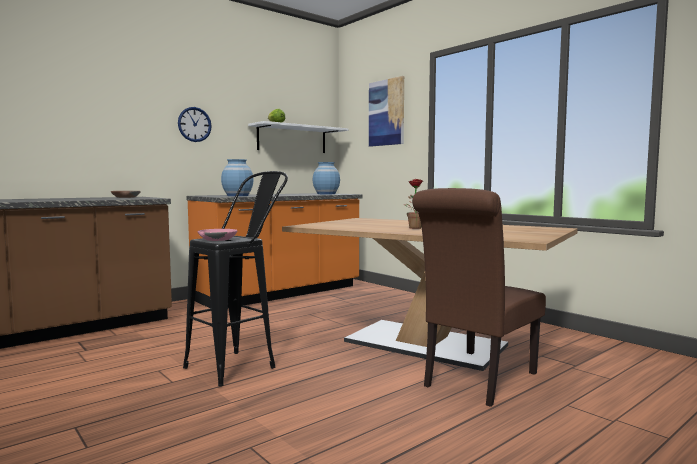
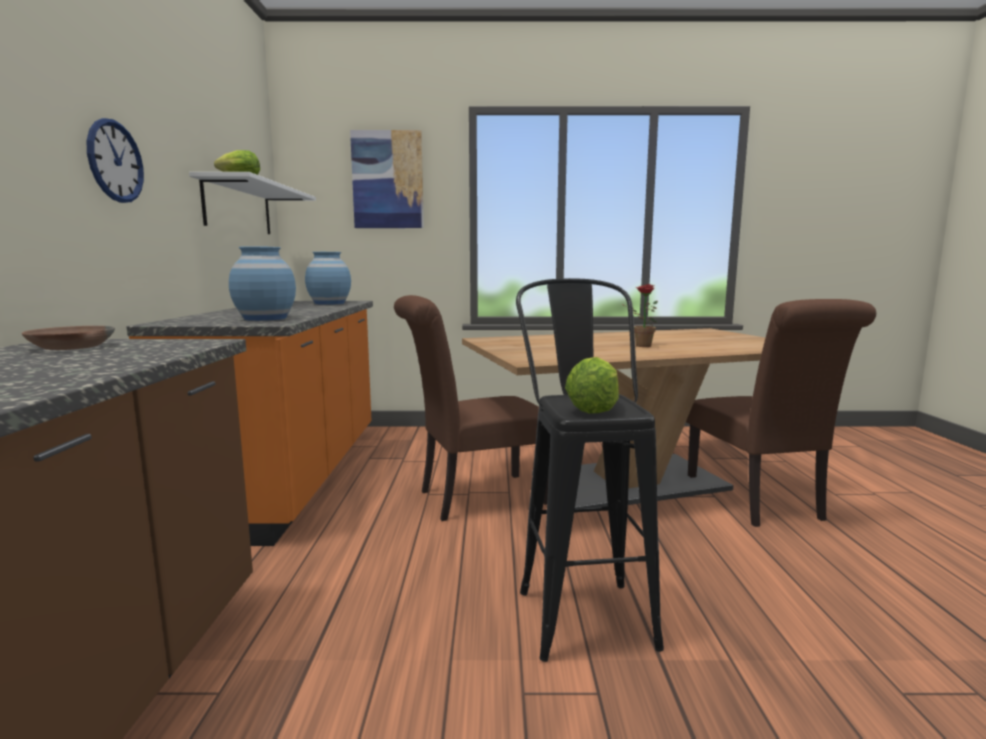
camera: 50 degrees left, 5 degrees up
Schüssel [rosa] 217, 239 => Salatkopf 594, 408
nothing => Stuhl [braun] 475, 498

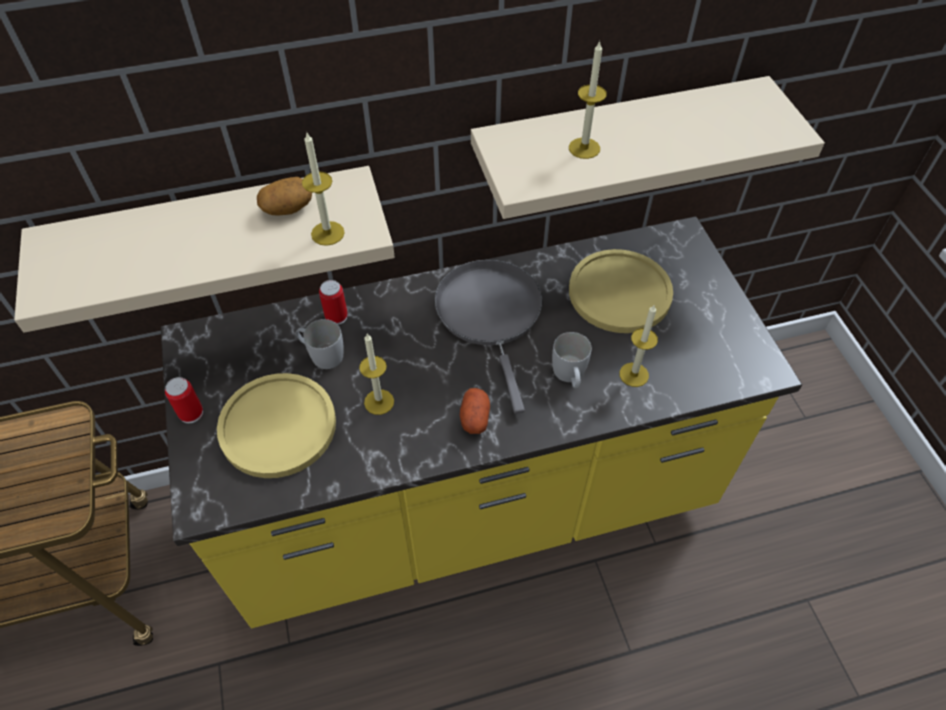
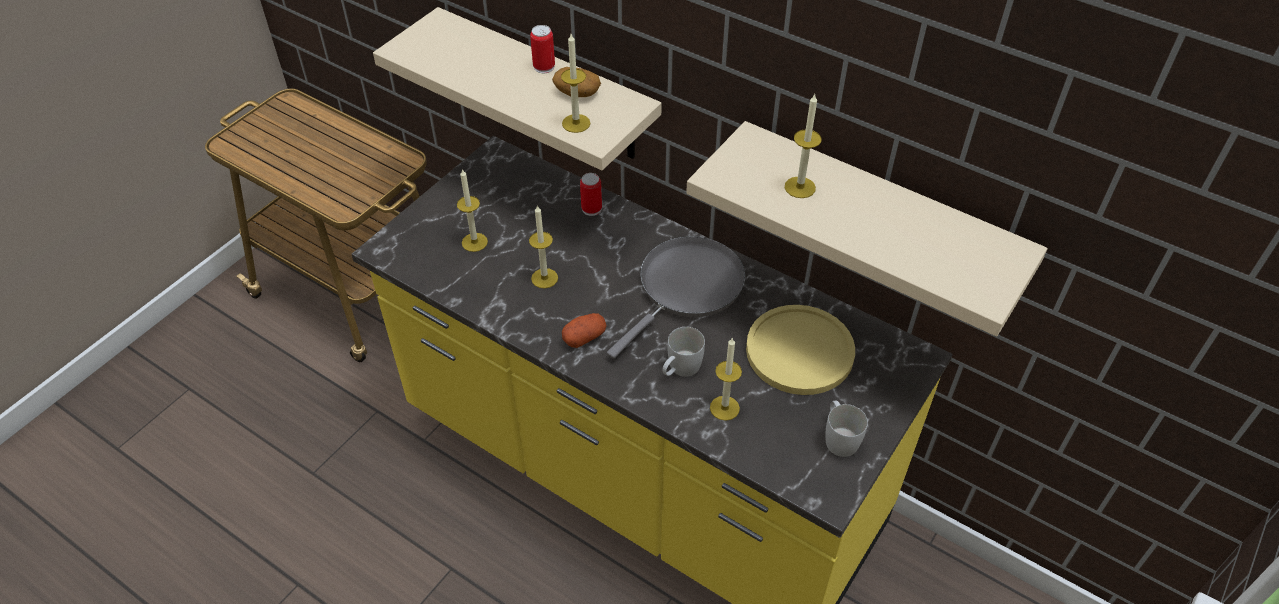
camera: 50 degrees right, 5 degrees down
Dose 191, 413 => Dose 544, 67, moved
Teller [gelb] 278, 426 => Kerze 474, 242
Henkelbecher [weiß] 321, 354 => Henkelbecher [weiß] 839, 437, moved

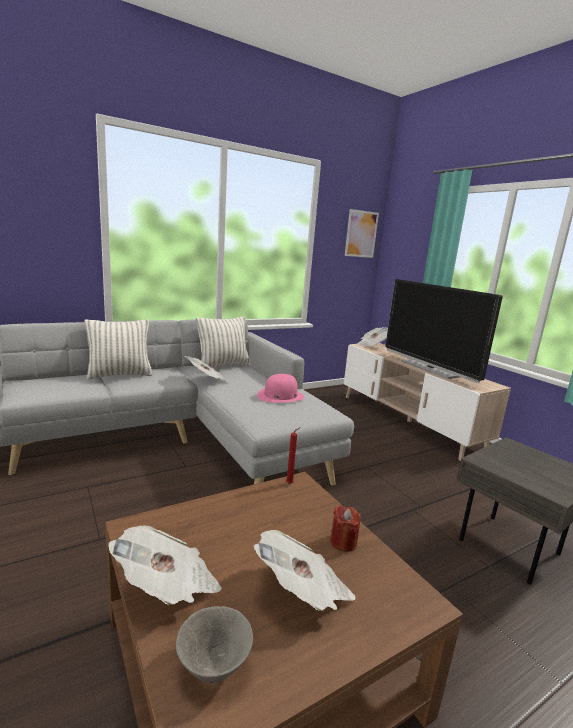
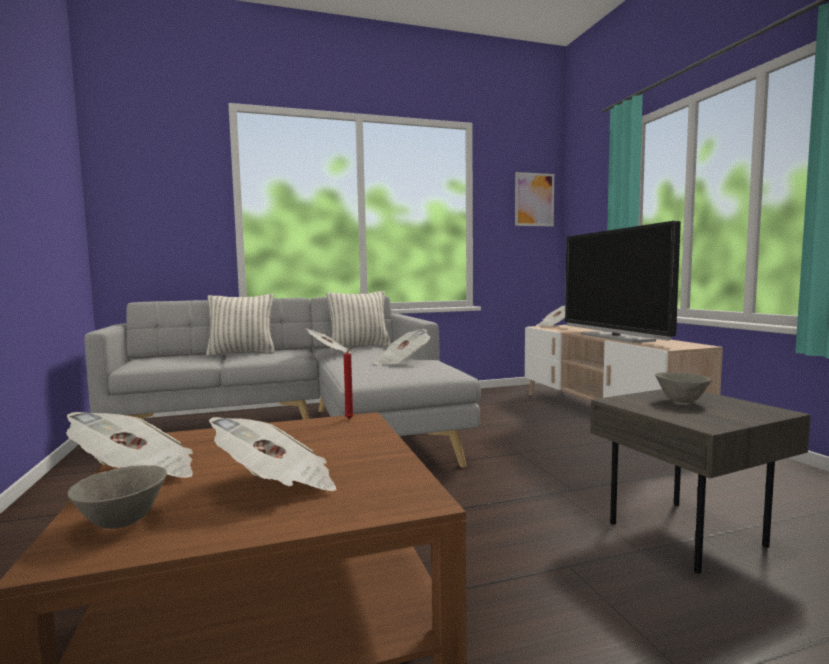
camera: 15 degrees right, 10 degrees down
Hut [rosa] 280, 396 => Zeitung 402, 362
Kerze [rot] 343, 542 => nothing
nothing => Schüssel [grau] 682, 401

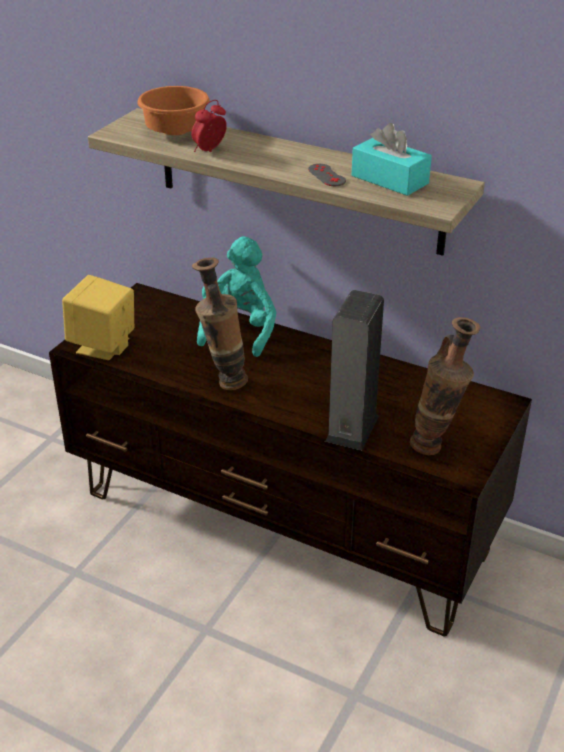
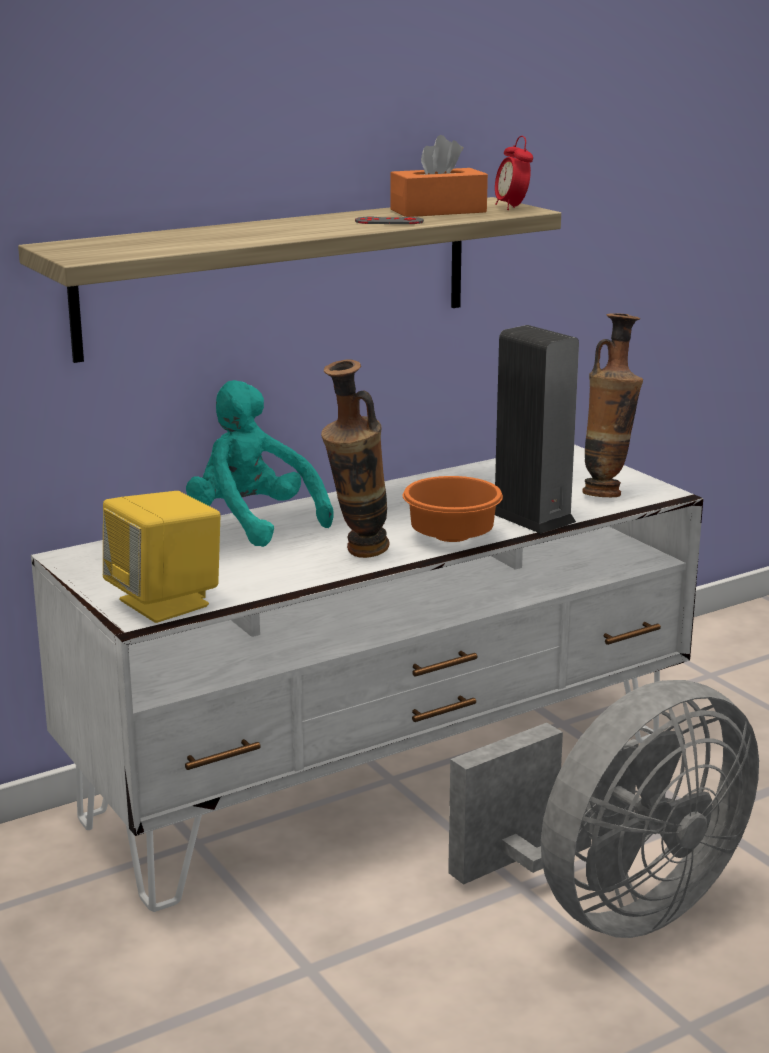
camera: 60 degrees left, 15 degrees down
Fernsehschrank [braun] 283, 523 => Fernsehschrank [weiß] 385, 777
Schüssel [orange] 174, 132 => Schüssel [orange] 454, 538, moved
Wecker 209, 151 => Wecker 512, 208, moved
Taschentuchbox [türkis] 389, 179 => Taschentuchbox [orange] 438, 211
nothing => Ventilator [grau] 613, 907

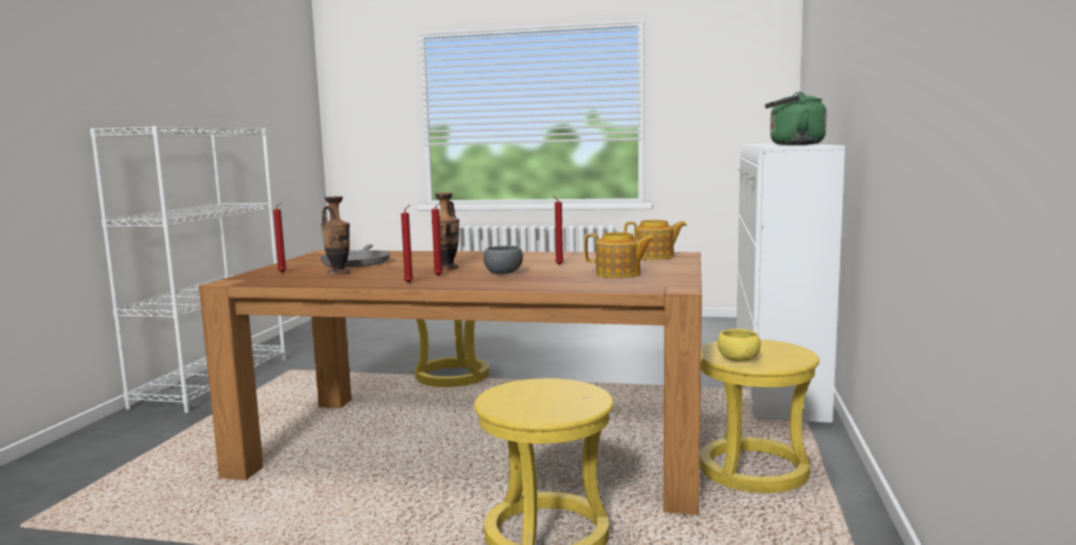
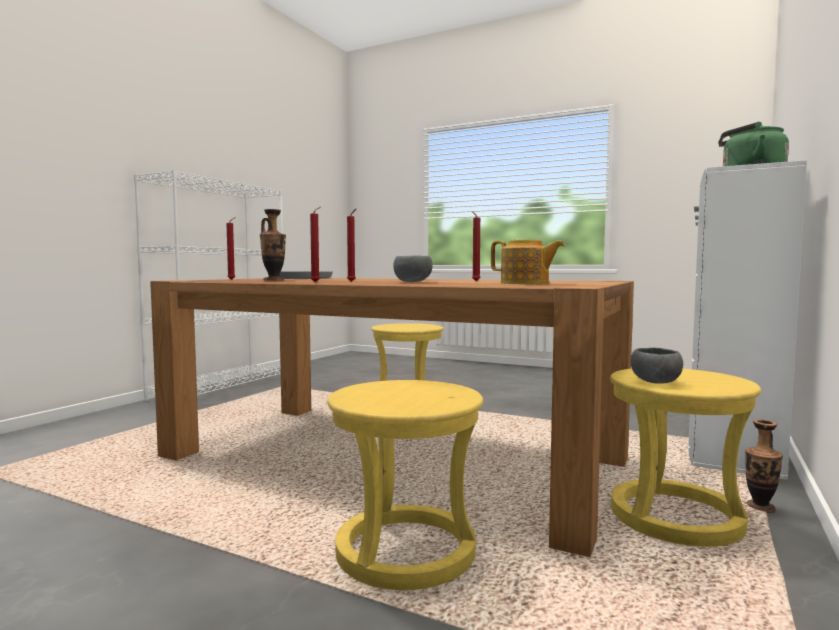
camera: 15 degrees right, 5 degrees down
Vase 447, 268 => Vase 760, 508, moved
Teekanne 655, 256 => nothing
Schüssel [gelb] 737, 360 => Schüssel [grau] 654, 382

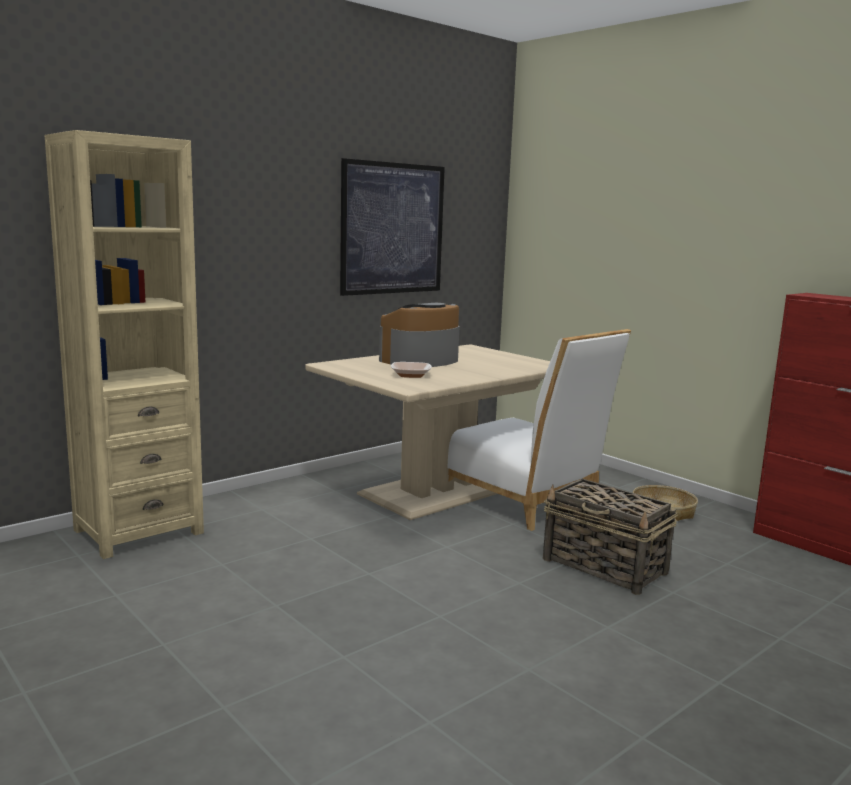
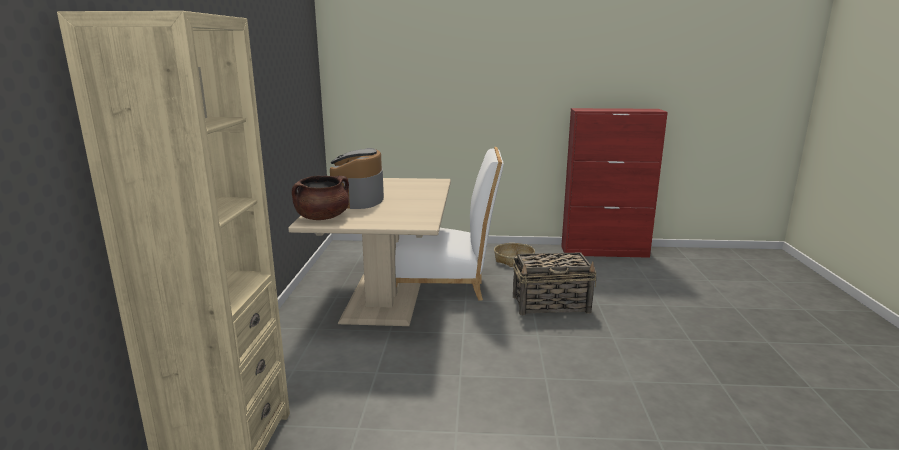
camera: 45 degrees left, 5 degrees up
Bild 392, 228 => nothing
Schüssel 410, 375 => nothing
nothing => Kochtopf [braun] 322, 218

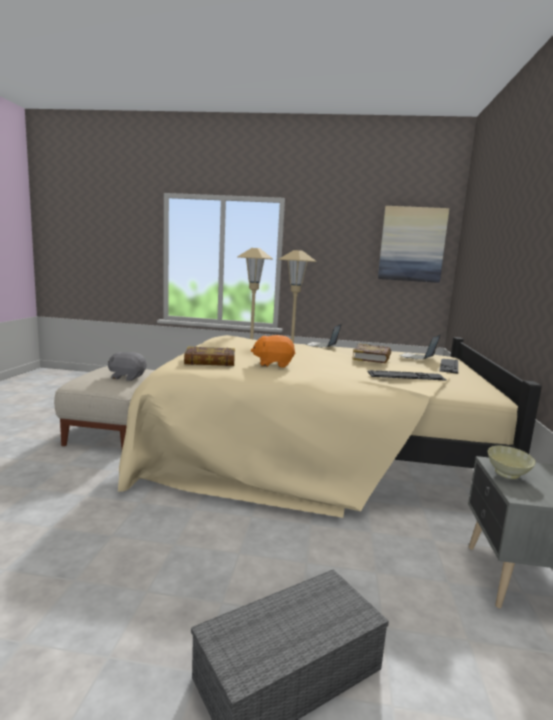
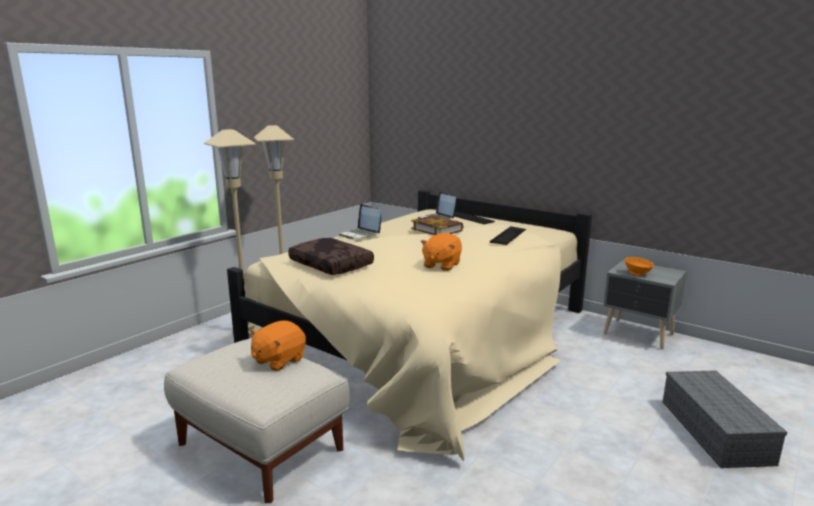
camera: 60 degrees left, 5 degrees up
Plüschtier [grau] 127, 377 => Plüschtier [orange] 278, 360
Buch 210, 361 => nothing
Bild 412, 244 => nothing
Schüssel [beige] 507, 474 => Schüssel [orange] 637, 274
nothing => Kissen [braun] 332, 265

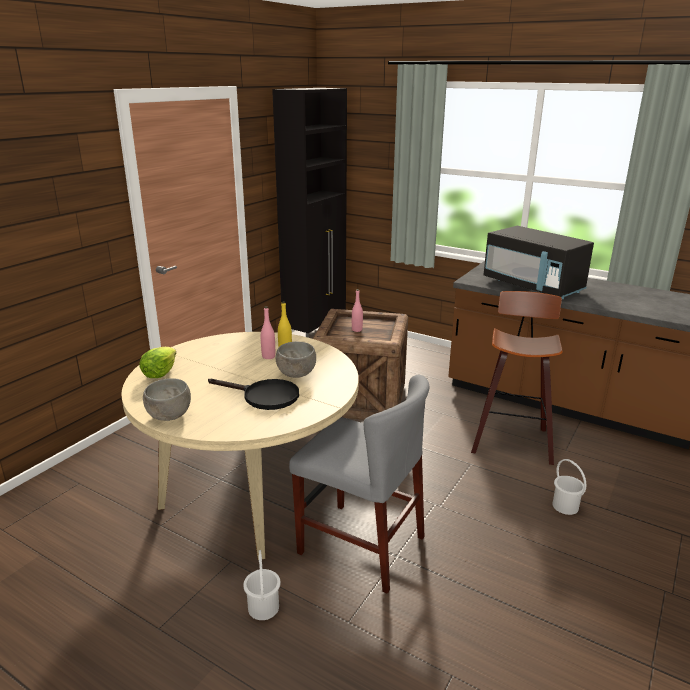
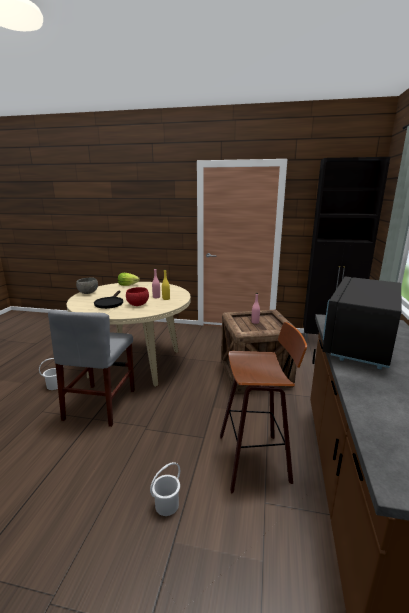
camera: 70 degrees right, 5 degrees down
Schüssel [grau] 295, 374 => Schüssel [rot] 137, 304

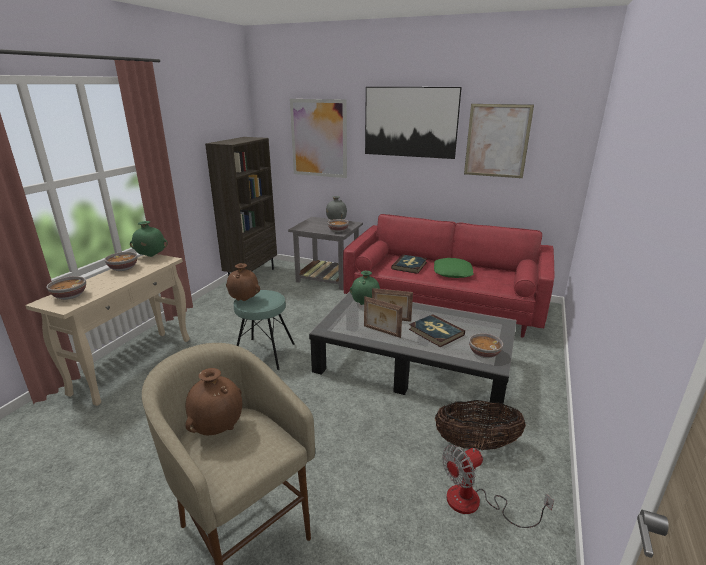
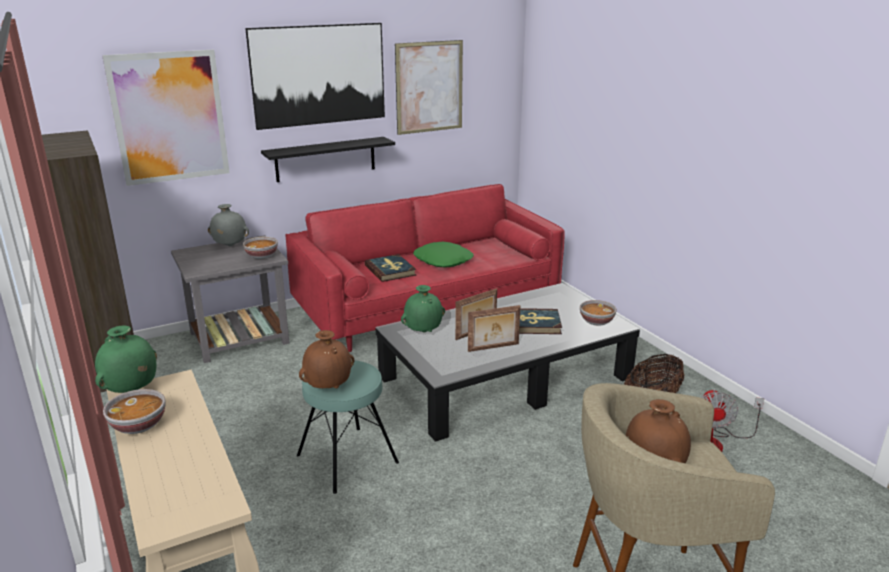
camera: 50 degrees left, 0 degrees up
Schüssel 69, 296 => nothing
nothing => Wandregal [schwarz] 325, 159

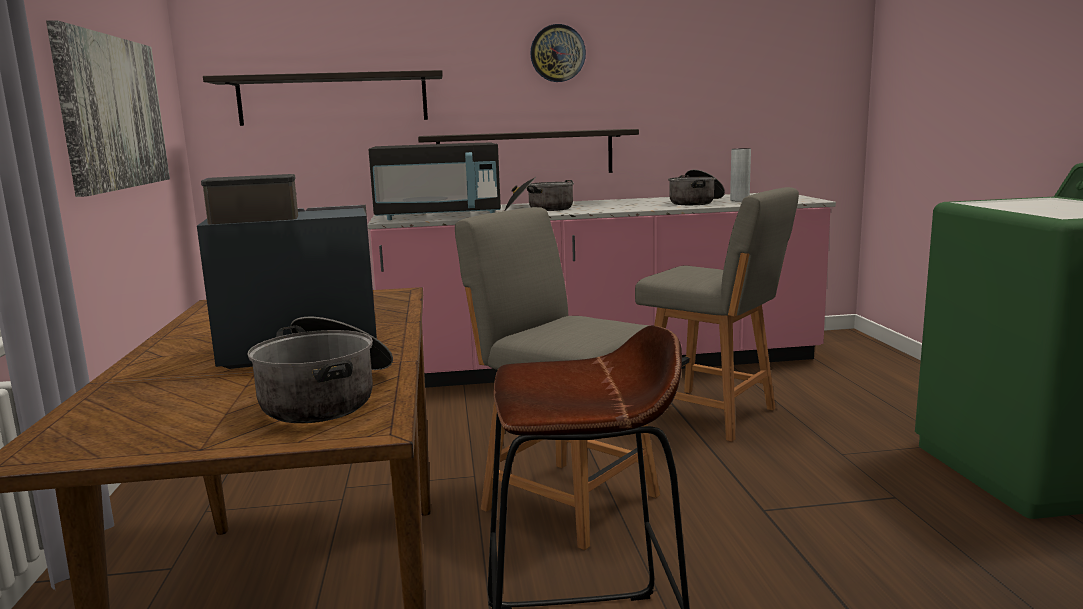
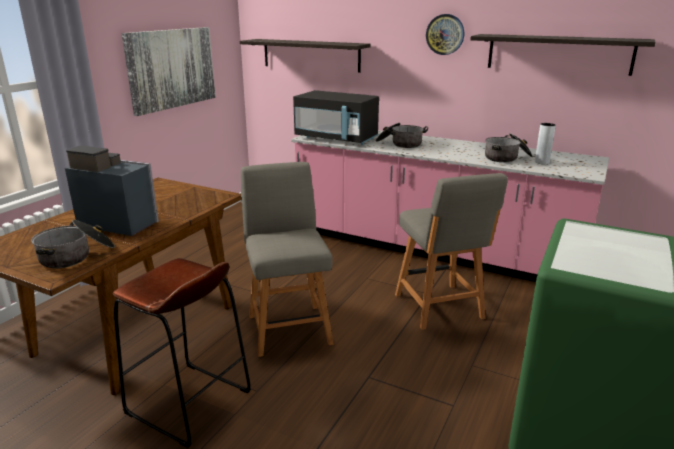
camera: 35 degrees right, 10 degrees up
Wandregal 525, 154 => Wandregal 558, 54, moved

